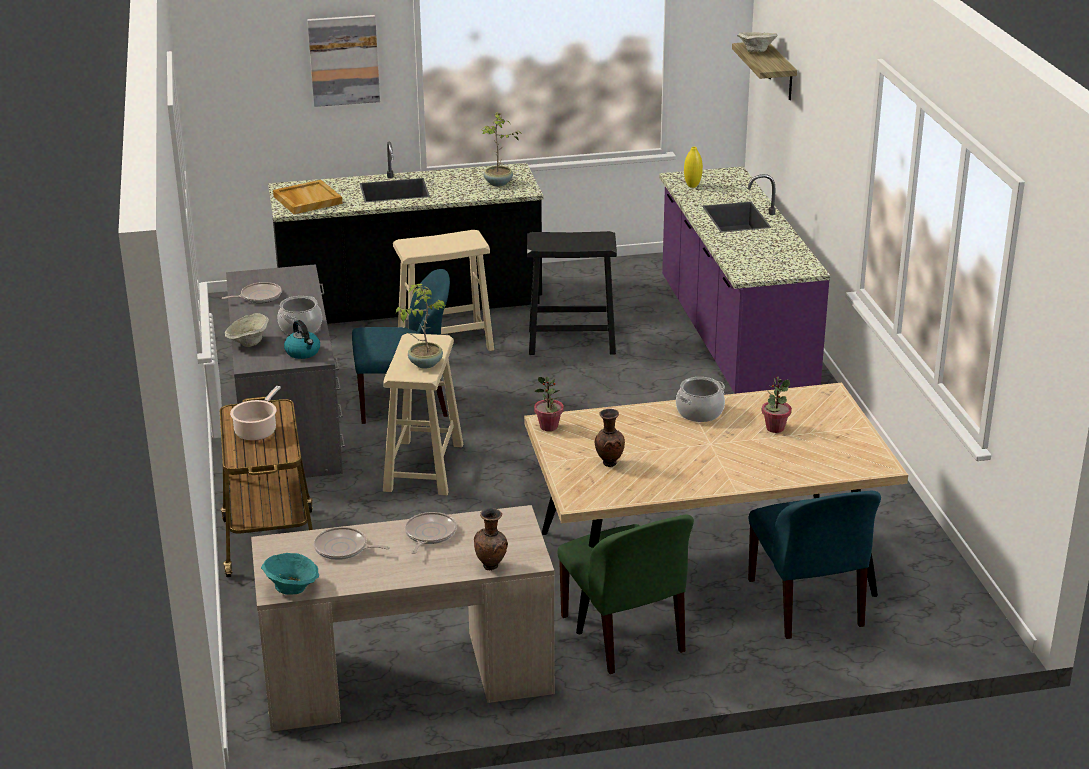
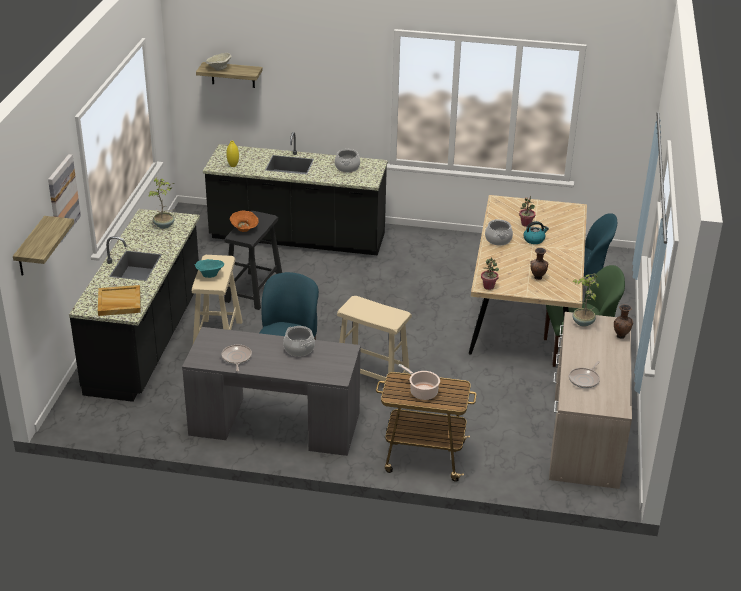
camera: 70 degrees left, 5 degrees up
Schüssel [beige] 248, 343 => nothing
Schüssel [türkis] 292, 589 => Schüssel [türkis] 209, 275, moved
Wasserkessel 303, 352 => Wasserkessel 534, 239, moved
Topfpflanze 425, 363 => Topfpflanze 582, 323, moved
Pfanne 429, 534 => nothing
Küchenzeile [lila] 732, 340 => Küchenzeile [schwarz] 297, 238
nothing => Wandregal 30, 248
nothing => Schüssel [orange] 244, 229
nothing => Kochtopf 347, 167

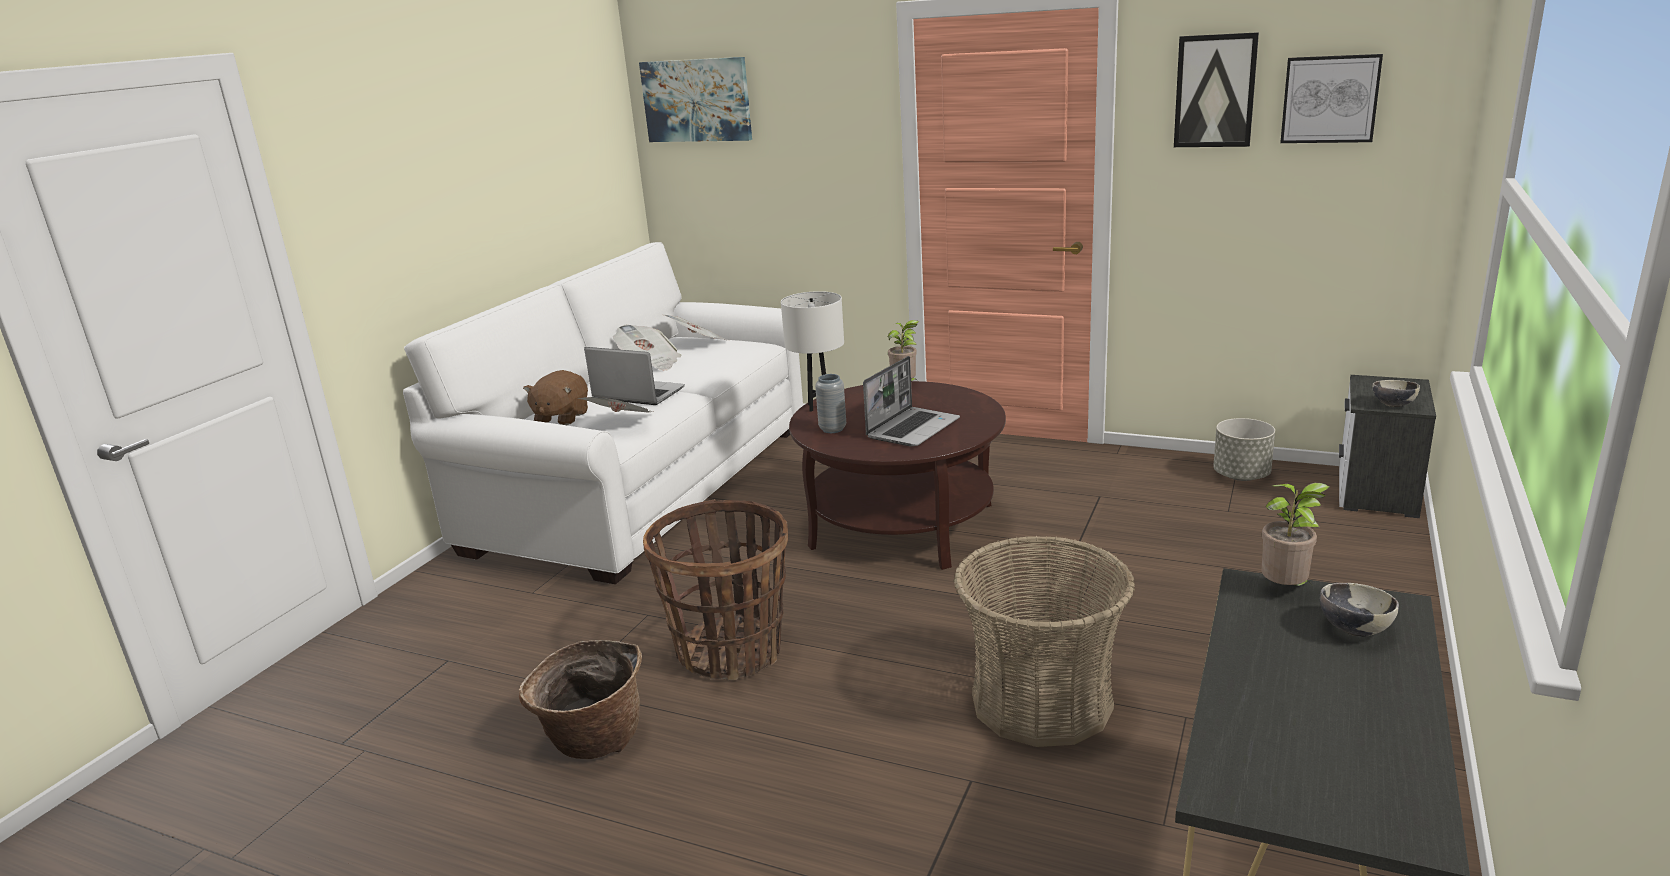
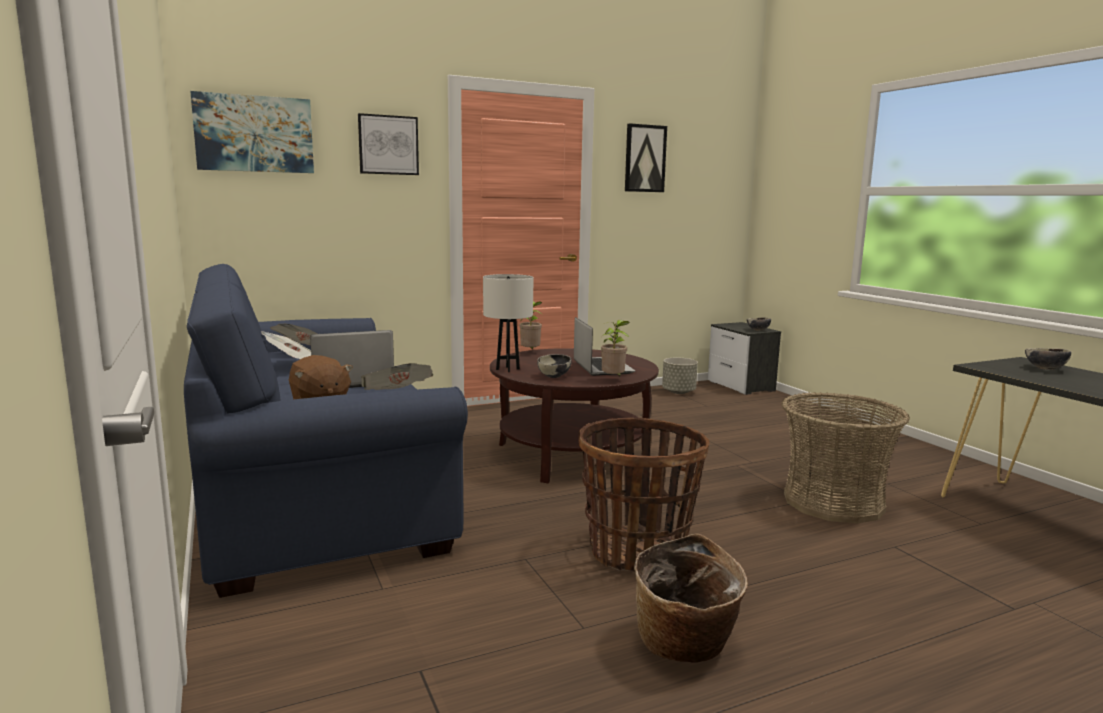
camera: 50 degrees left, 10 degrees down
Sofa [weiß] 645, 486 => Sofa [blau] 315, 489
Vase [grau] 832, 429 => Schüssel 554, 376
Topfpflanze 1286, 590 => Topfpflanze 614, 380, moved
Bild 1330, 99 => Bild 388, 145, moved

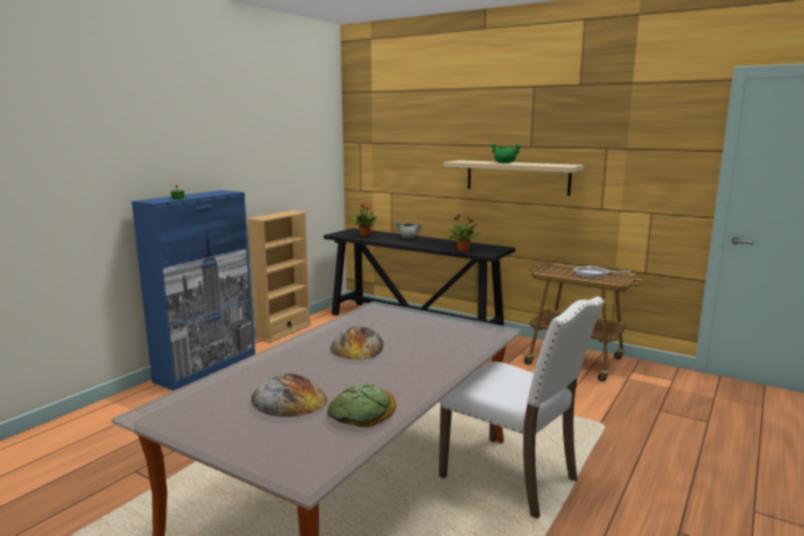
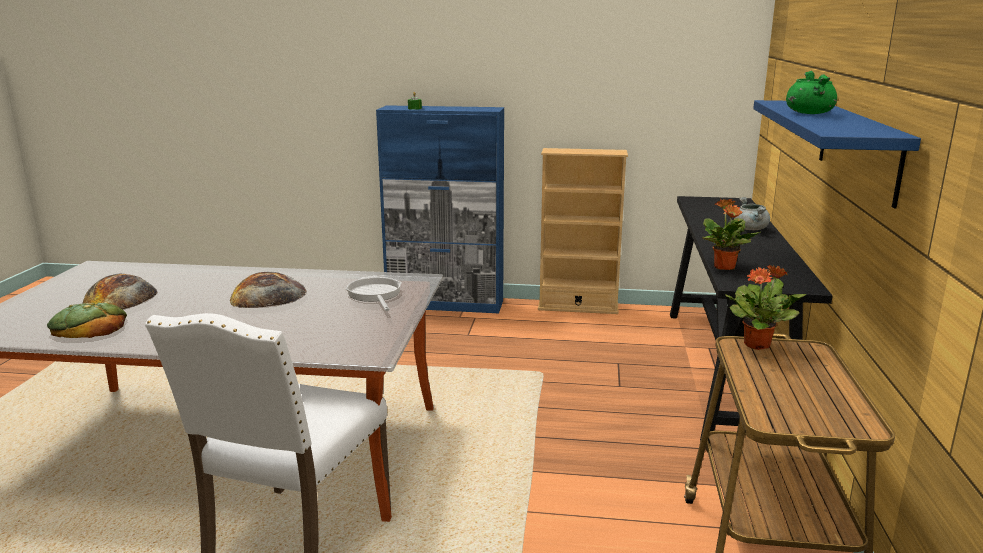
camera: 65 degrees right, 5 degrees up
Topfpflanze 365, 235 => Topfpflanze 757, 345, moved
Wandregal [beige] 517, 177 => Wandregal [blau] 858, 148
Pfanne 594, 274 => Pfanne 374, 294, moved

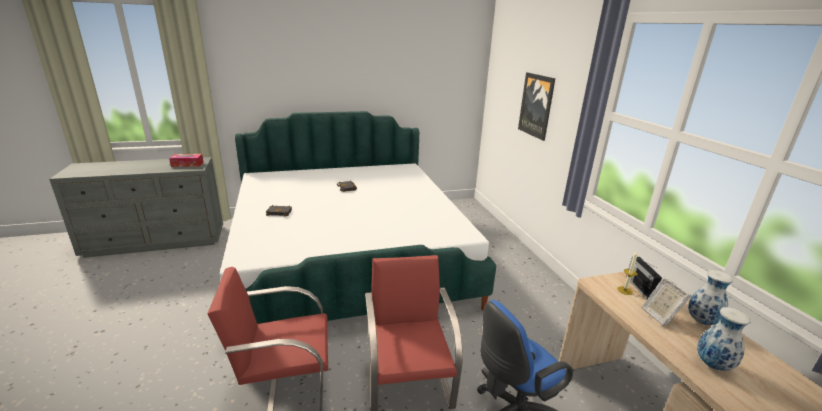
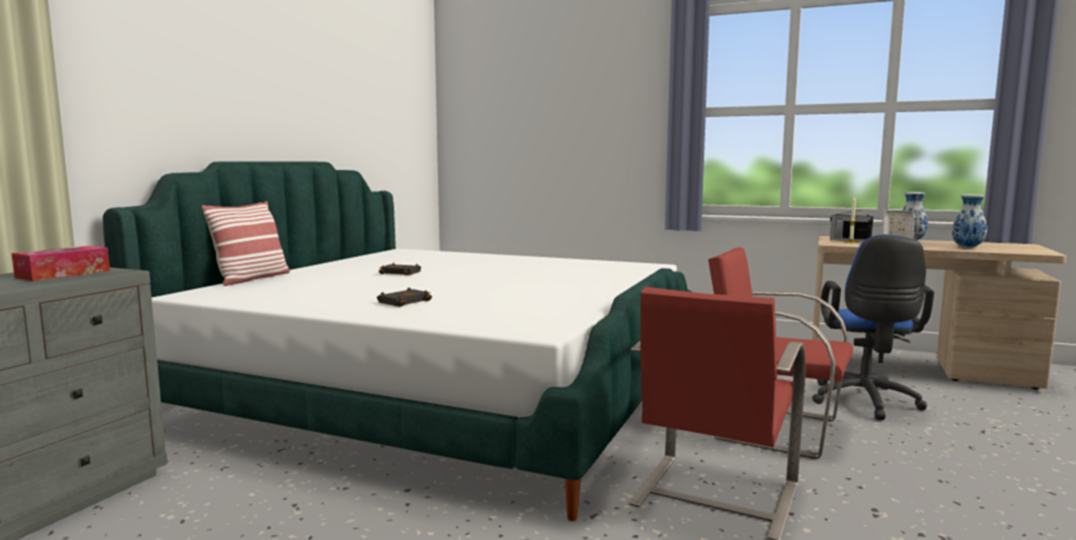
camera: 50 degrees left, 15 degrees down
Bild 536, 105 => nothing
nothing => Kissen 251, 279

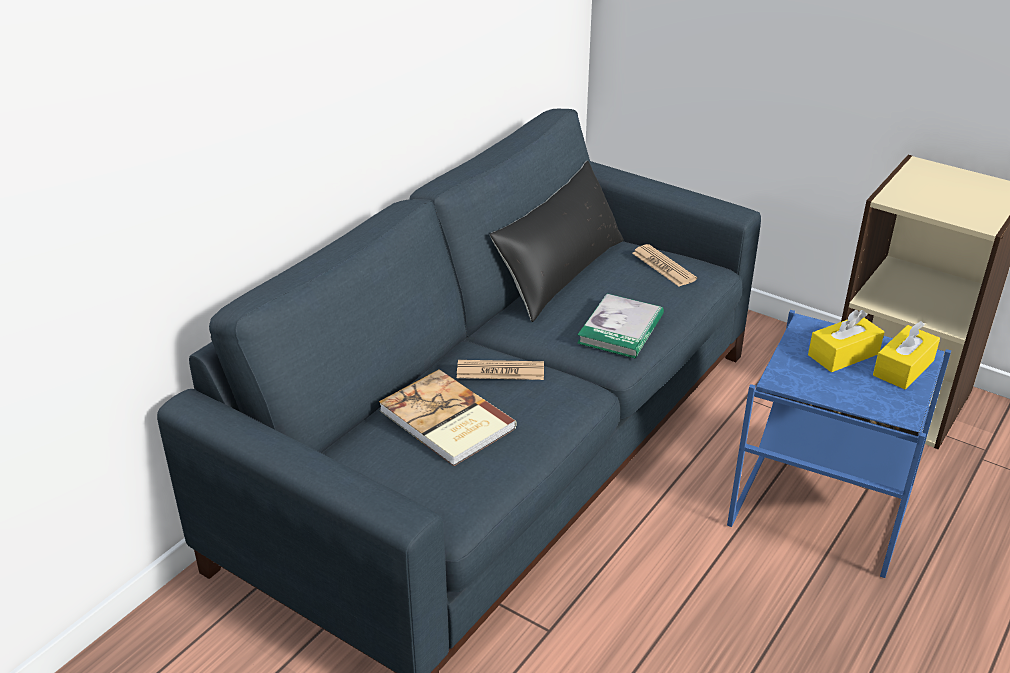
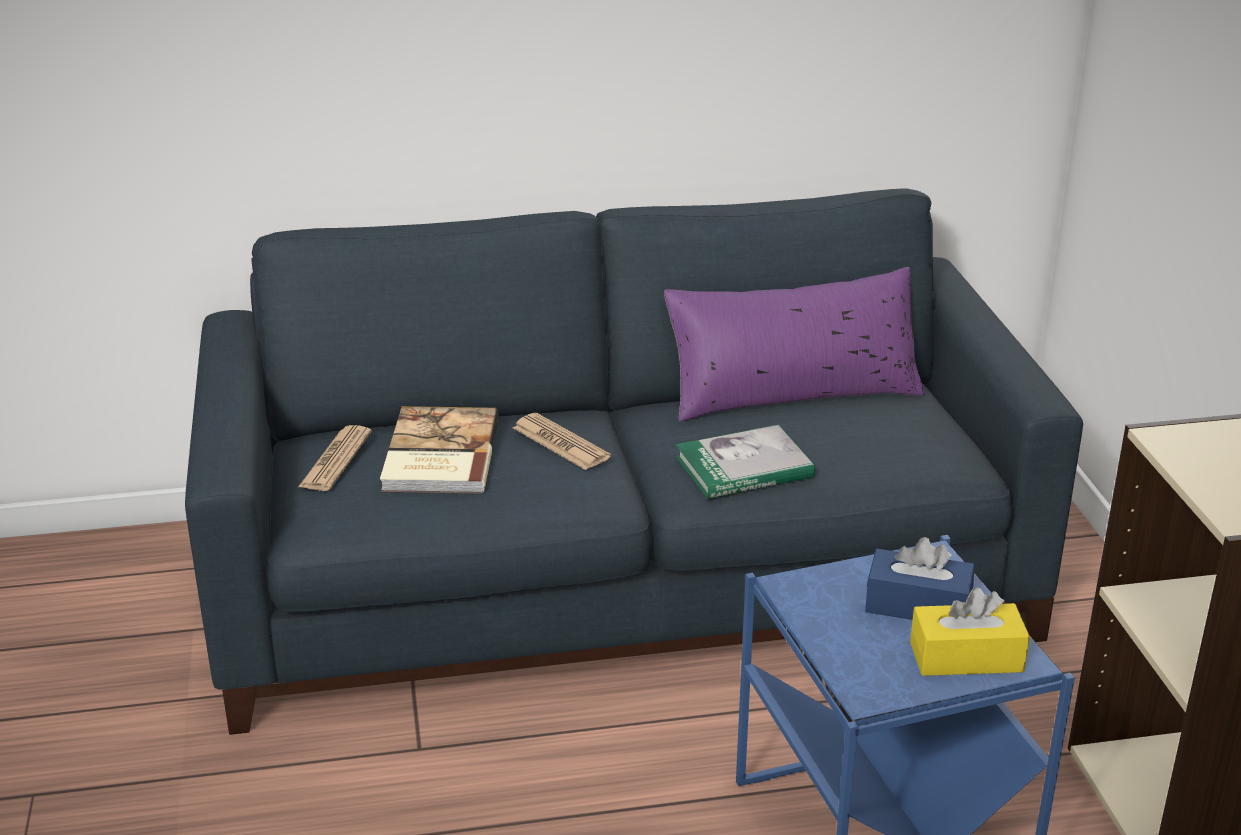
camera: 45 degrees right, 5 degrees down
Kissen [schwarz] 560, 272 => Kissen [lila] 793, 393
Zeitung 663, 266 => Zeitung 335, 460, moved
Taschentuchbox [gelb] 843, 354 => Taschentuchbox [blau] 917, 605

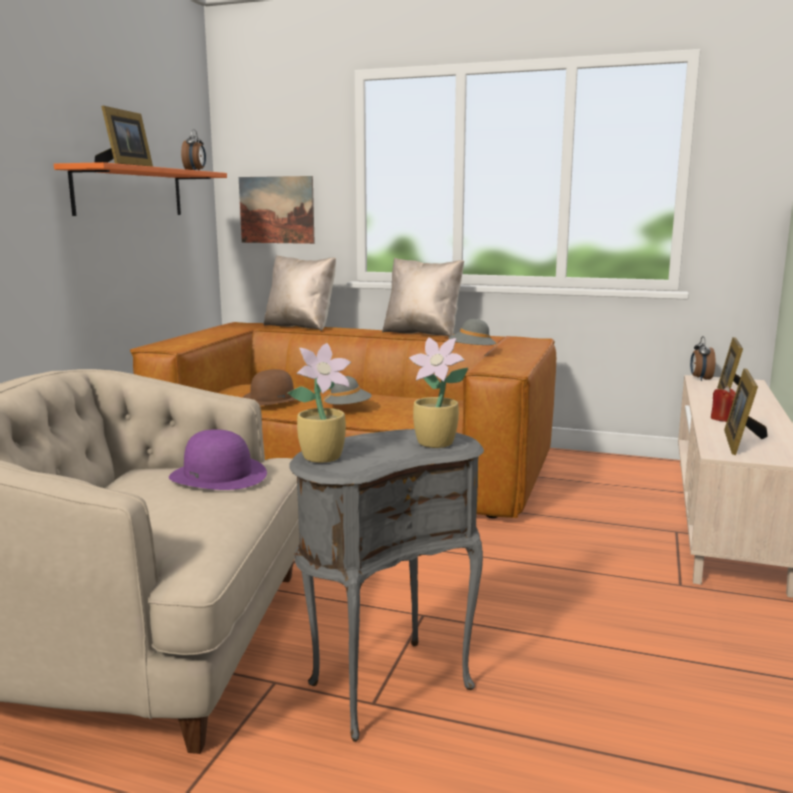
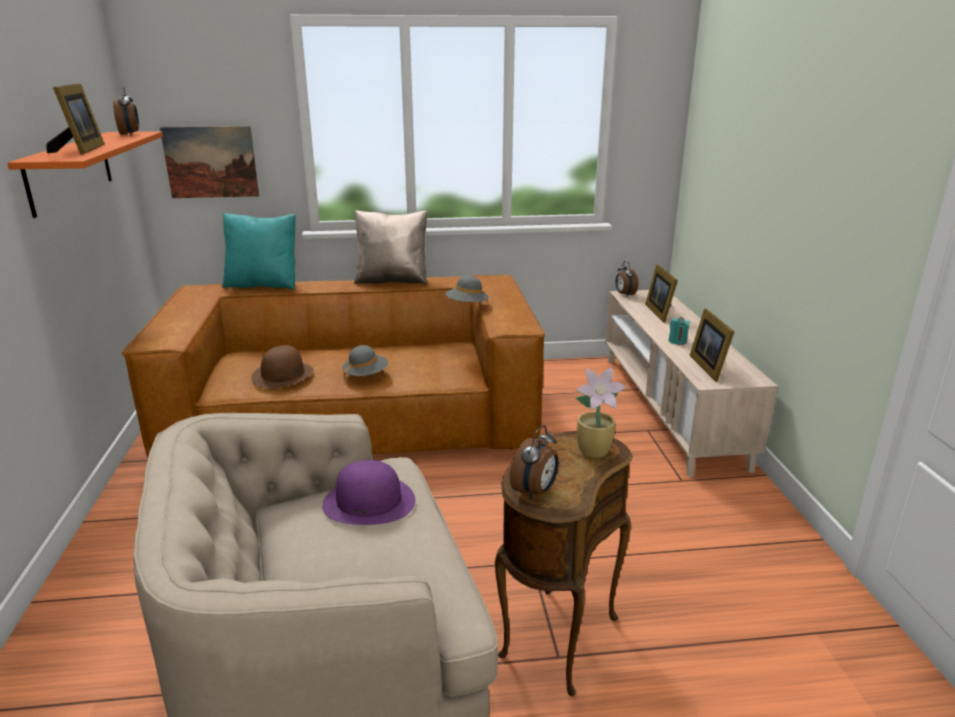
camera: 25 degrees left, 10 degrees up
Kissen [beige] 300, 326 => Kissen [türkis] 263, 285
Topfpflanze 324, 457 => Wecker 535, 491
Beistelltisch [grau] 386, 684 => Beistelltisch [braun] 554, 636
Kerze [rot] 723, 419 => Kerze [türkis] 677, 341

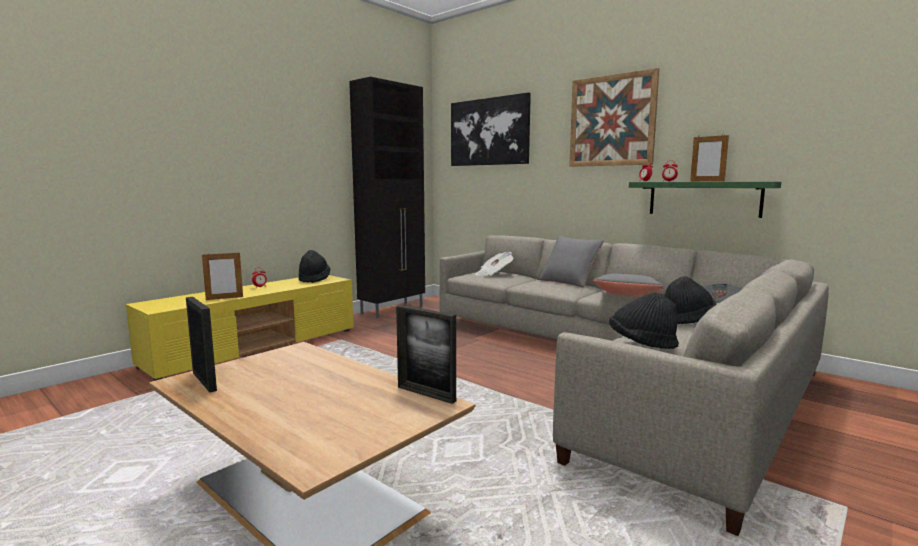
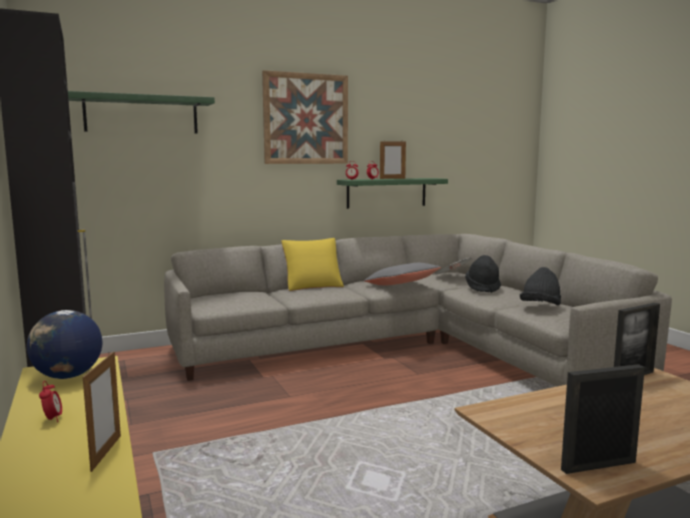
camera: 65 degrees left, 0 degrees up
Hut [schwarz] 314, 279 => Globus 67, 376
Bild 489, 132 => Wandregal [grün] 141, 115
Zeitung 494, 274 => nothing
Kissen [grau] 569, 281 => Kissen [gelb] 312, 285

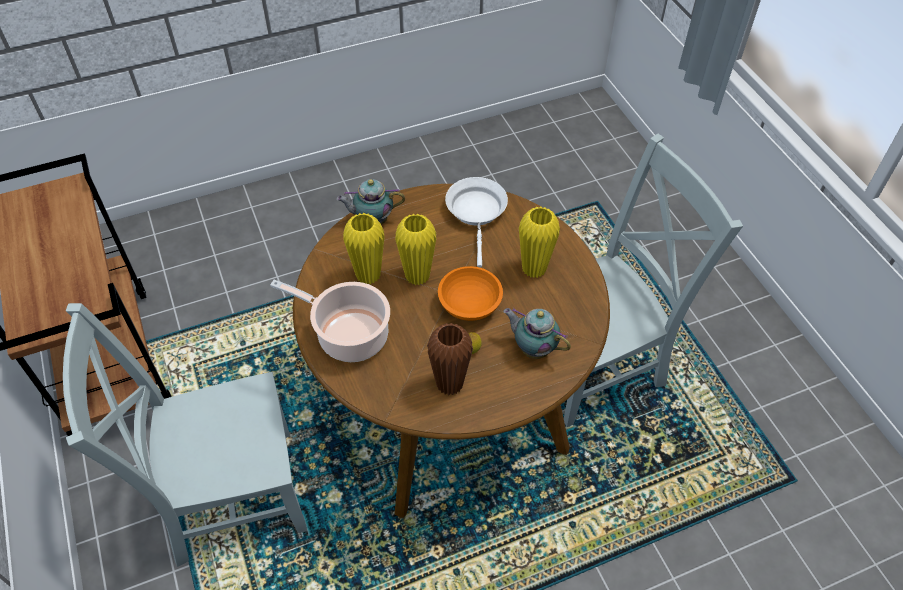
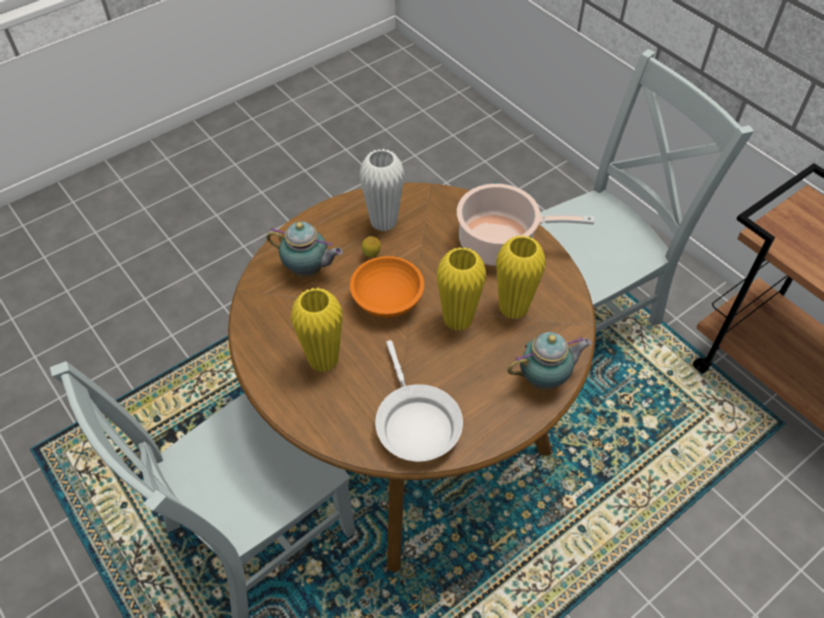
camera: 165 degrees right, 0 degrees up
Vase [braun] 449, 384 => Vase [weiß] 383, 222

